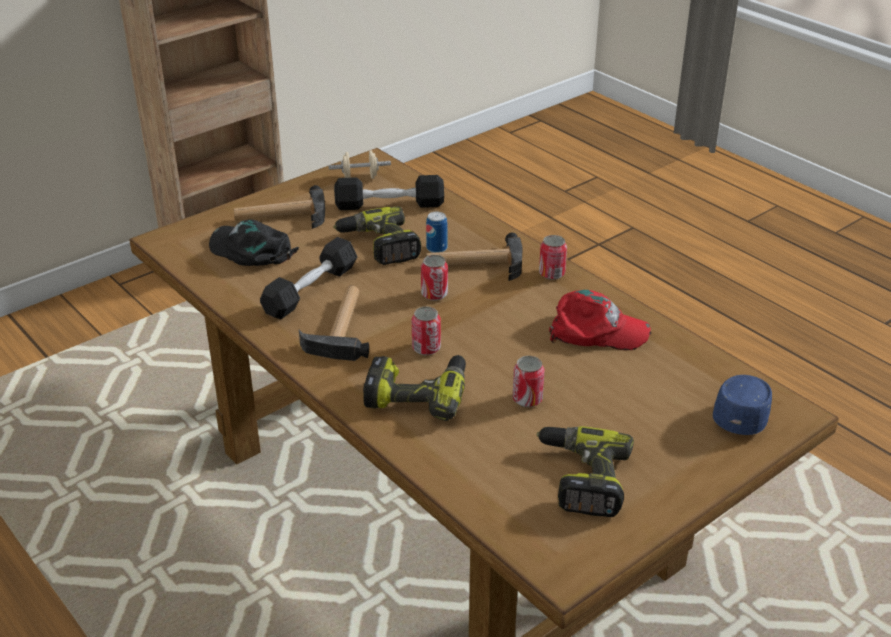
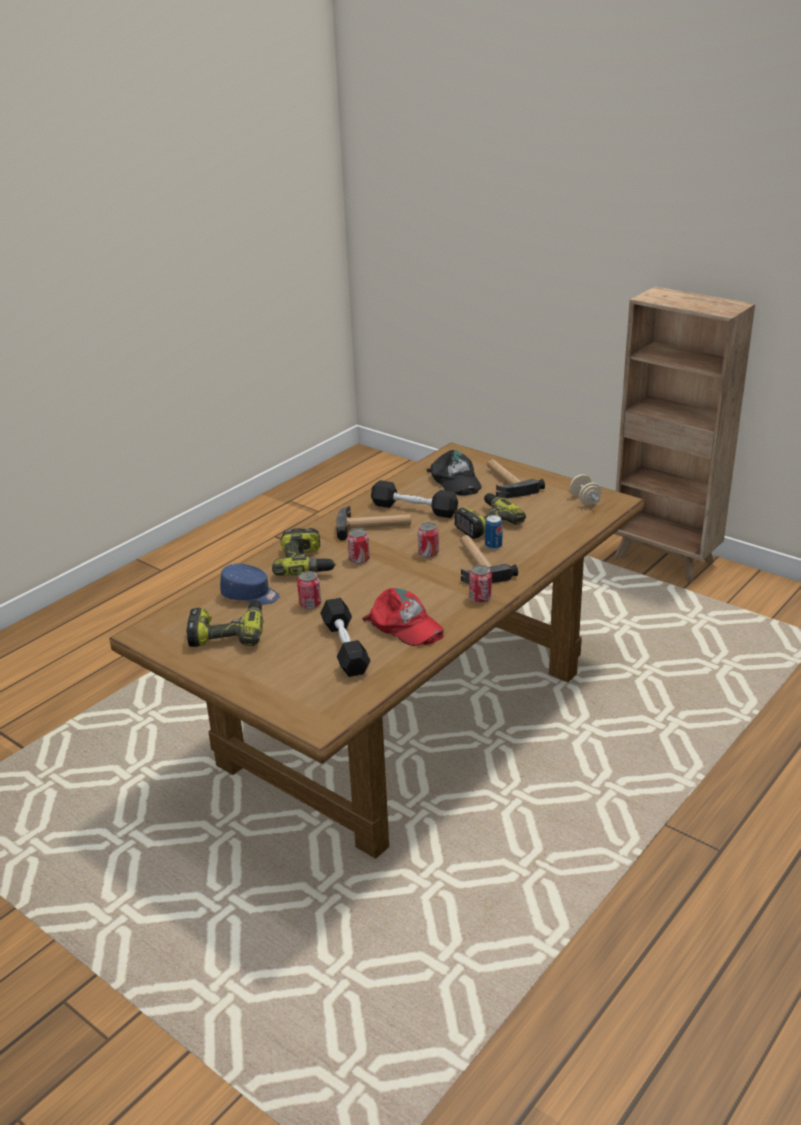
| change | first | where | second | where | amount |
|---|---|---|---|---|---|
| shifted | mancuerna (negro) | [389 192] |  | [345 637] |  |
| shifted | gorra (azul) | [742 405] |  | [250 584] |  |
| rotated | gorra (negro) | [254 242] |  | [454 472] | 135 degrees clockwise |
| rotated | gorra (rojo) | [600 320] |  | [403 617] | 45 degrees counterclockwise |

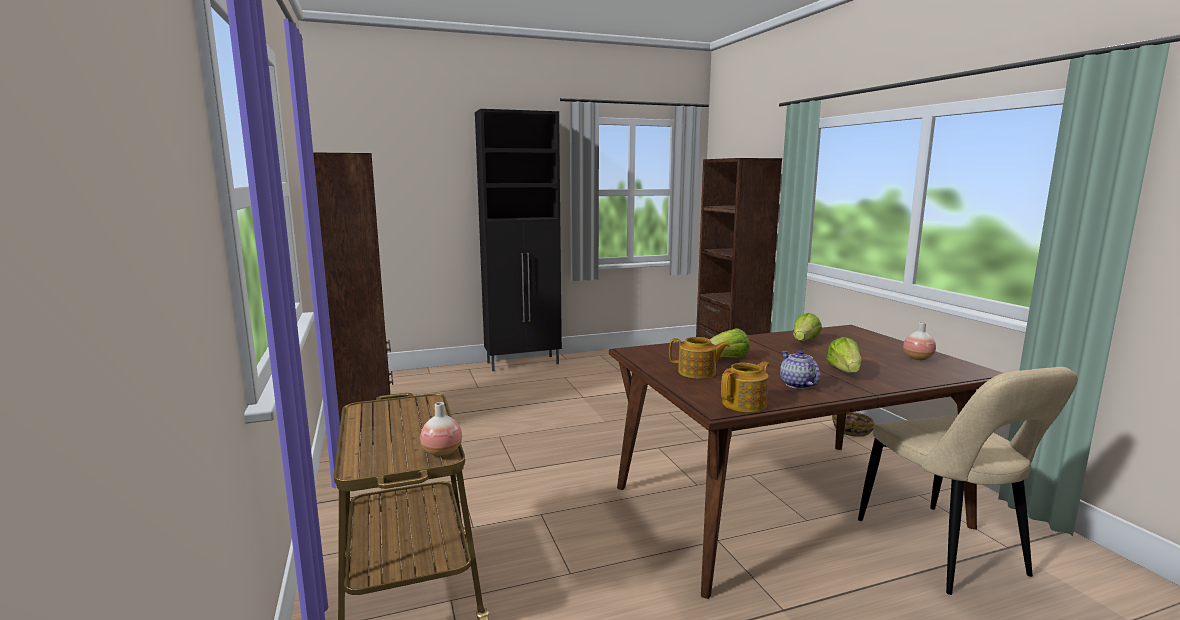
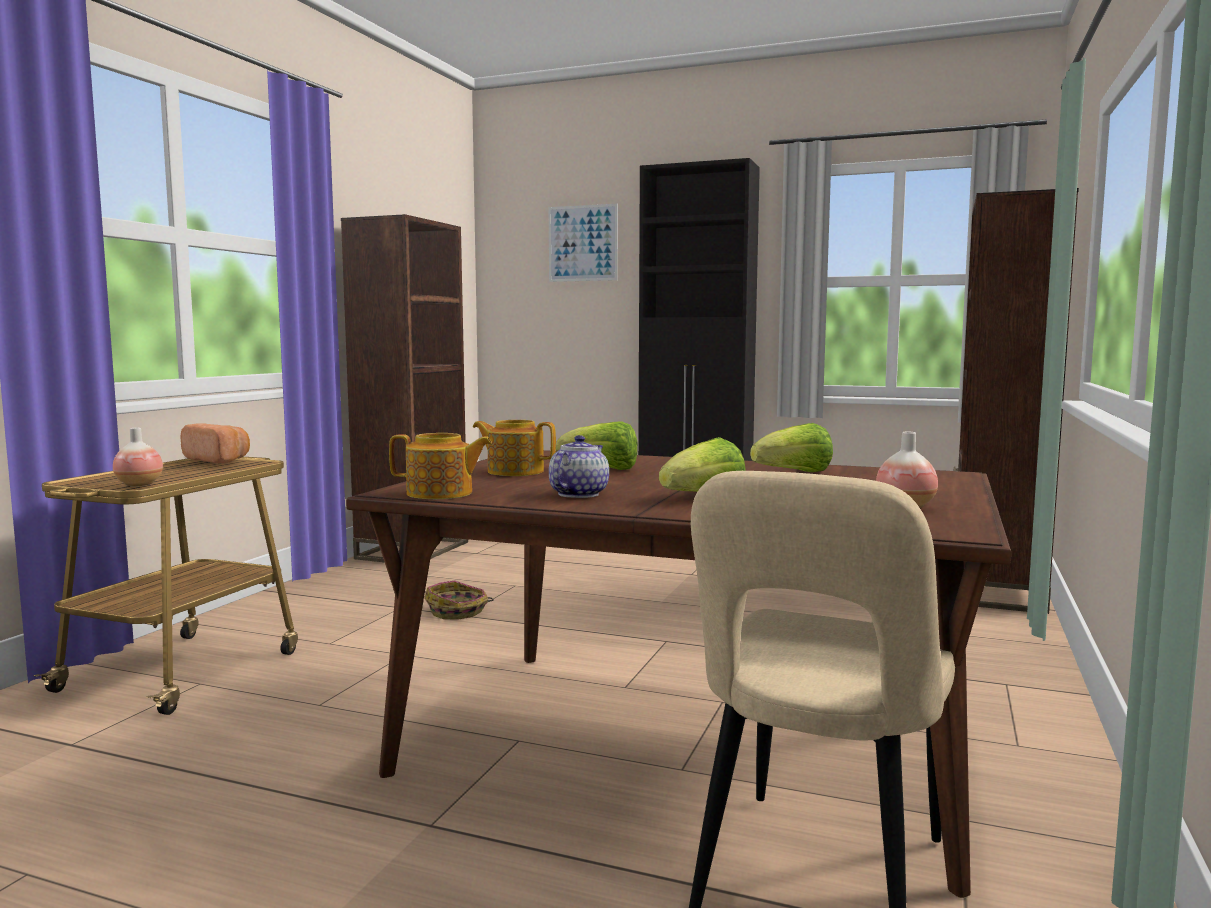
| change | first | where | second | where | amount |
|---|---|---|---|---|---|
| new |  |  | pan | [215 443] |  |
| new |  |  | cuadro | [583 243] |  |
| shifted | cesta | [853 424] |  | [459 600] |  |
| rotated | tetera | [699 358] |  | [514 448] | 150 degrees clockwise |

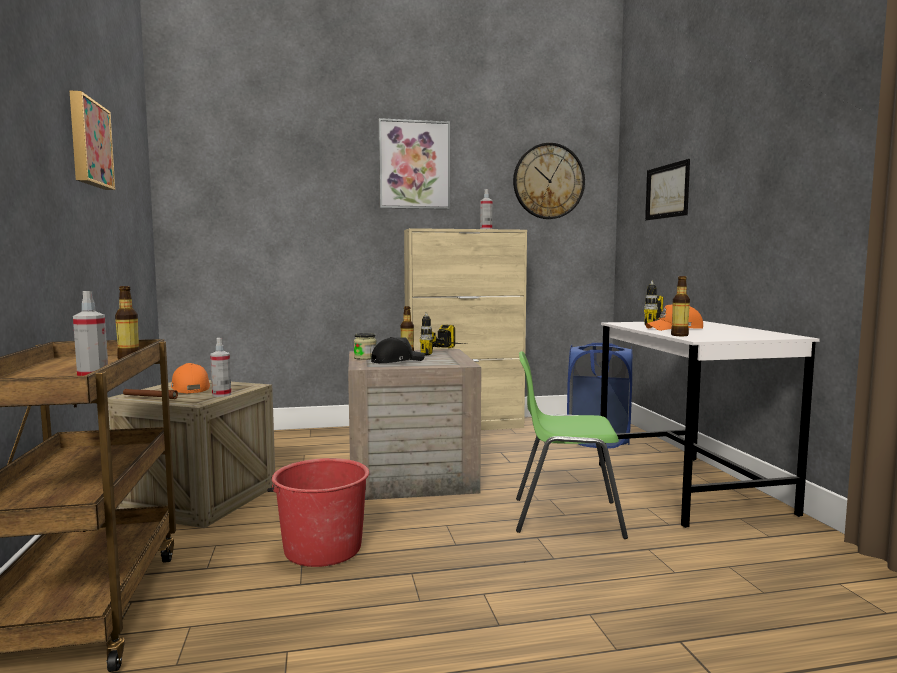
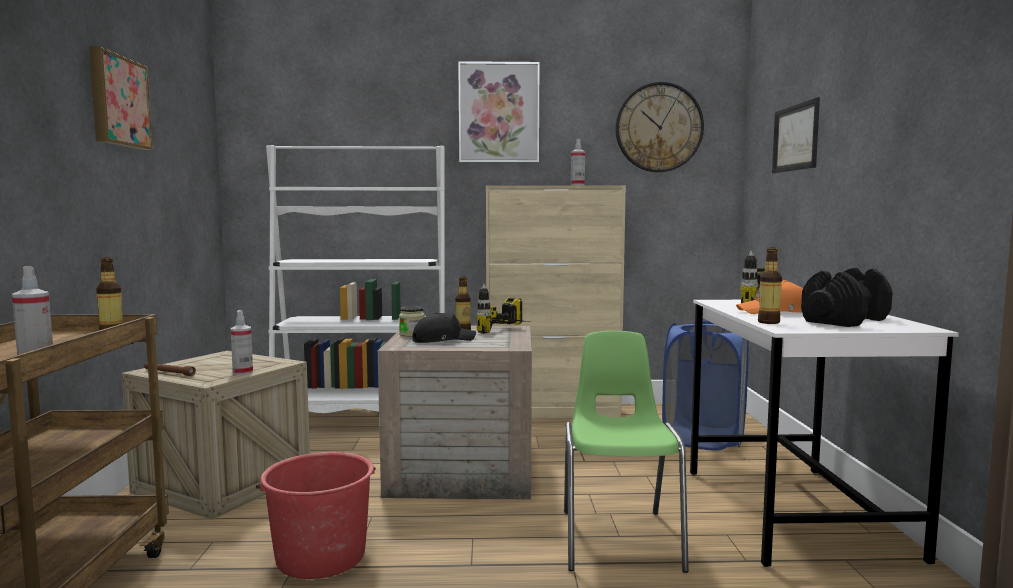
| change | first | where | second | where | amount |
|---|---|---|---|---|---|
| gone | gorra (naranja) | [190 378] |  |  |  |
| new |  |  | estantería (blanco) | [355 279] |  |
| new |  |  | mancuerna (negro) | [847 297] |  |
| rotated | silla (verde) | [572 445] |  | [626 452] | 75 degrees clockwise |

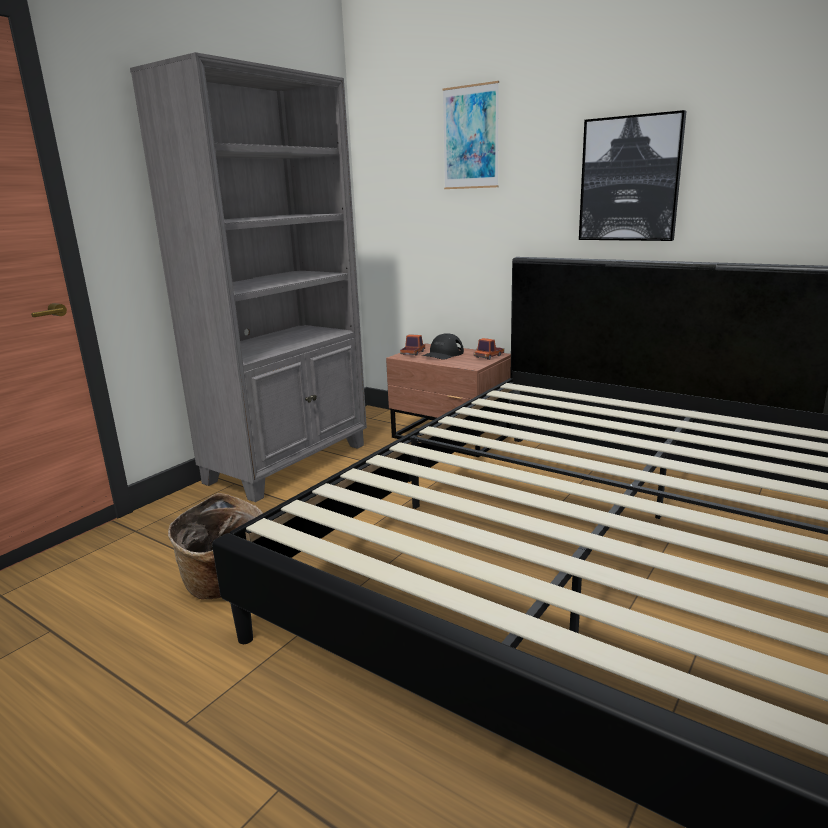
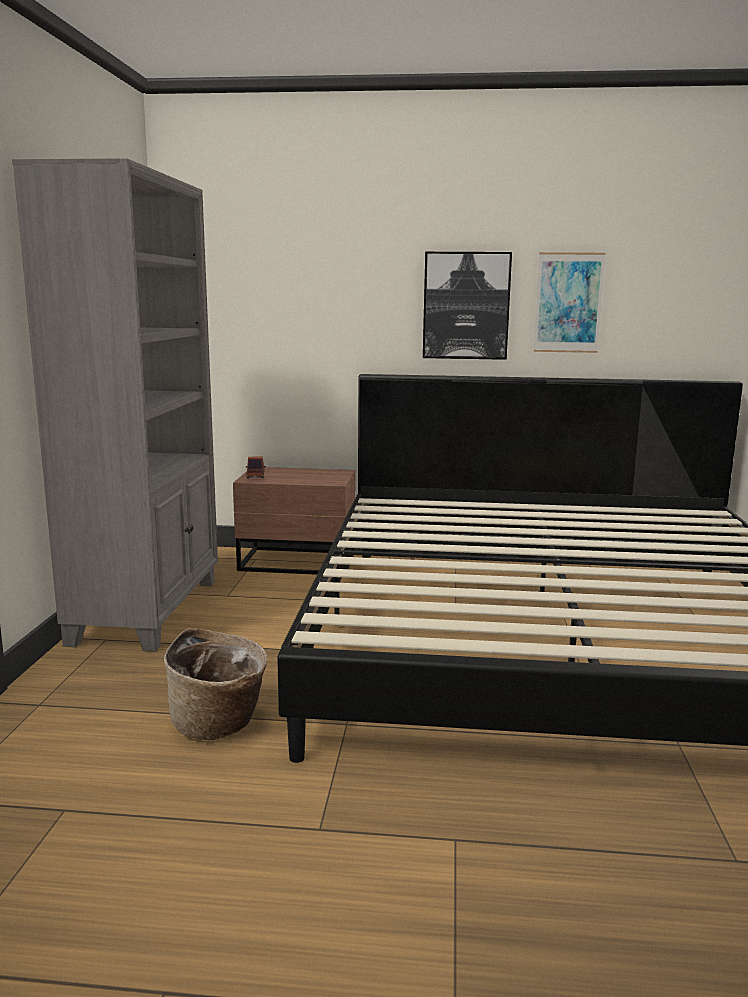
| change | first | where | second | where | amount |
|---|---|---|---|---|---|
| gone | gorra (negro) | [443 346] |  |  |  |
| gone | camión de juguete | [489 349] |  |  |  |
| shifted | cuadro | [470 135] |  | [569 302] |  |

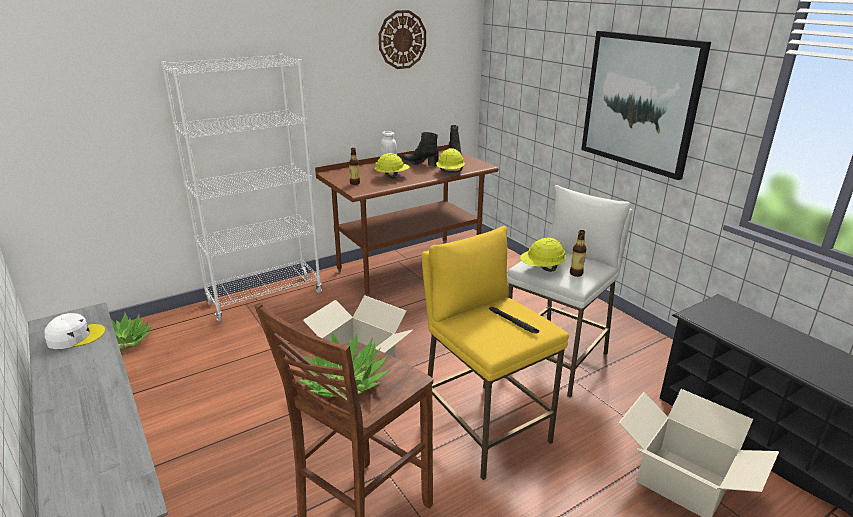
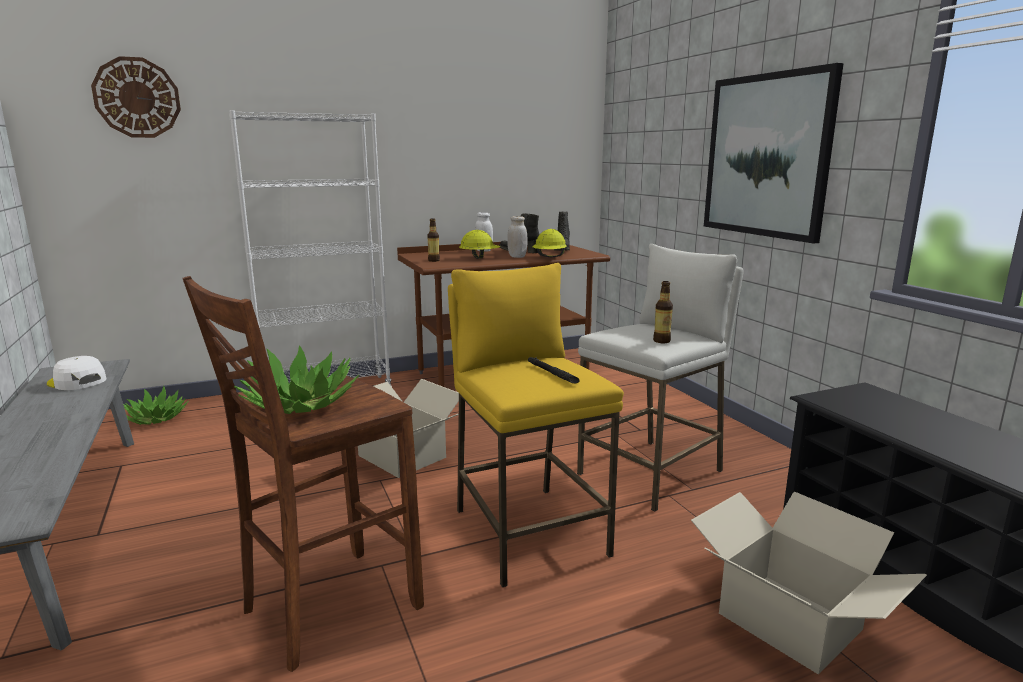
| change | first | where | second | where | amount |
|---|---|---|---|---|---|
| gone | casco (amarillo) | [543 255] |  |  |  |
| new |  |  | tarro (blanco) | [517 237] |  |
| shifted | reloj de pared | [402 39] |  | [136 97] |  |
| rotated | gorra (blanco) | [75 331] |  | [77 373] | 135 degrees counterclockwise |

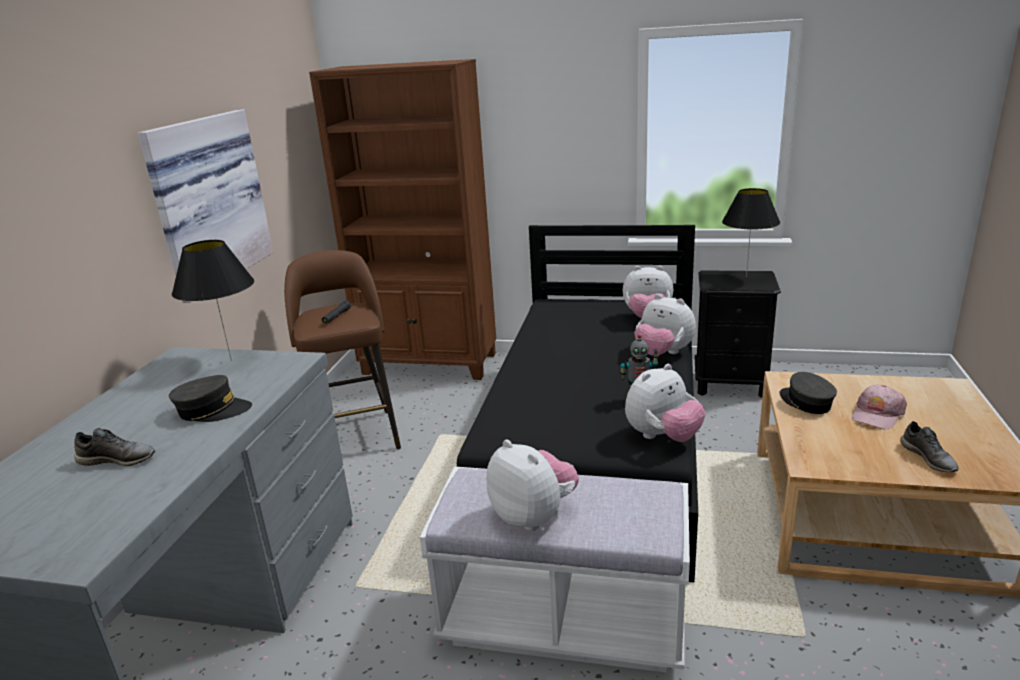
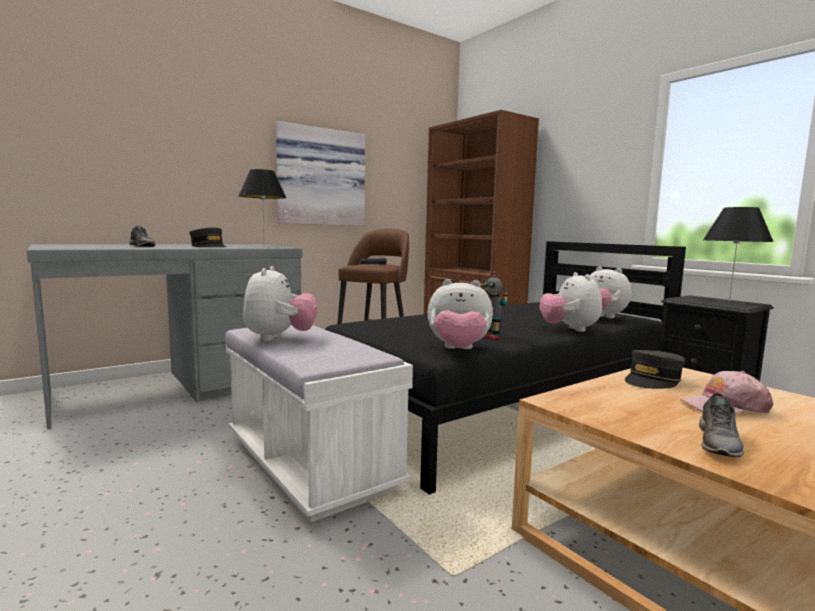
| change | first | where | second | where | amount |
|---|---|---|---|---|---|
| rotated | gorra (gris) | [808 393] |  | [655 369] | 150 degrees counterclockwise |

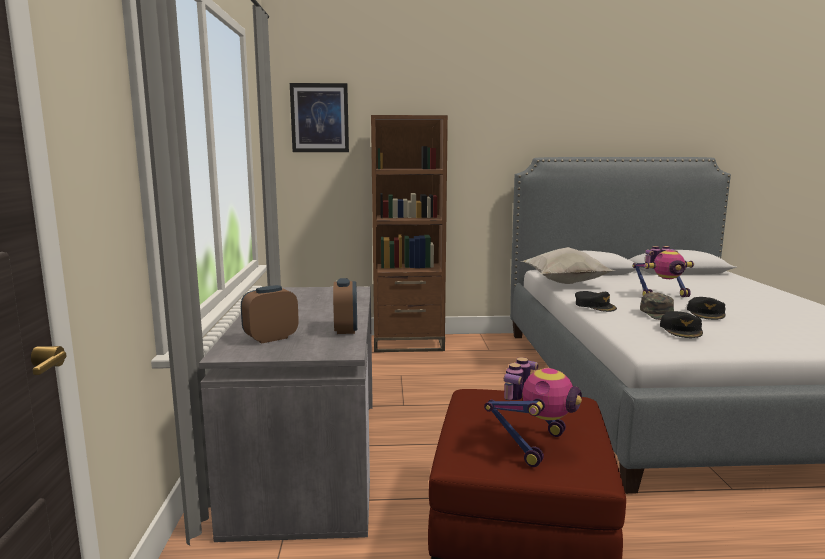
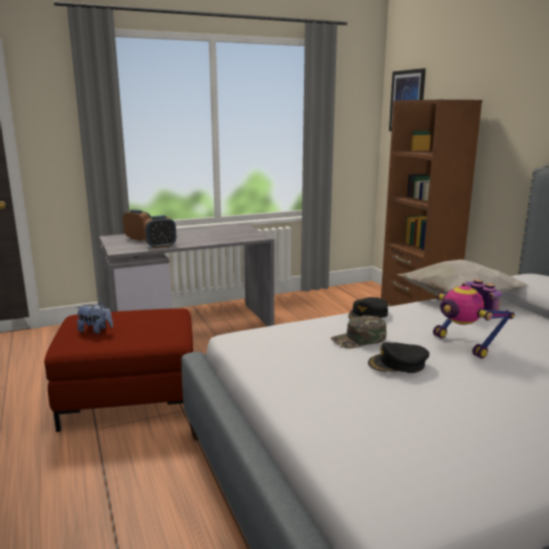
| change | first | where | second | where | amount |
|---|---|---|---|---|---|
| gone | gorra (negro) | [681 324] |  |  |  |
| swapped | robot de juguete | [533 412] | peluche | [94 318] |  |

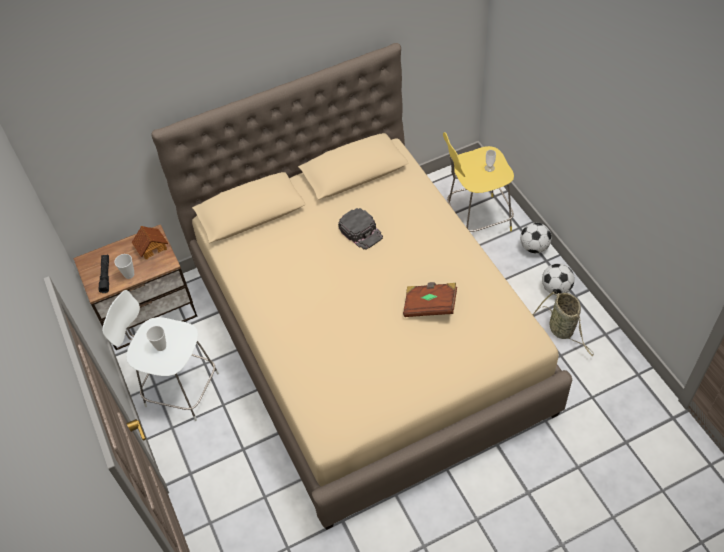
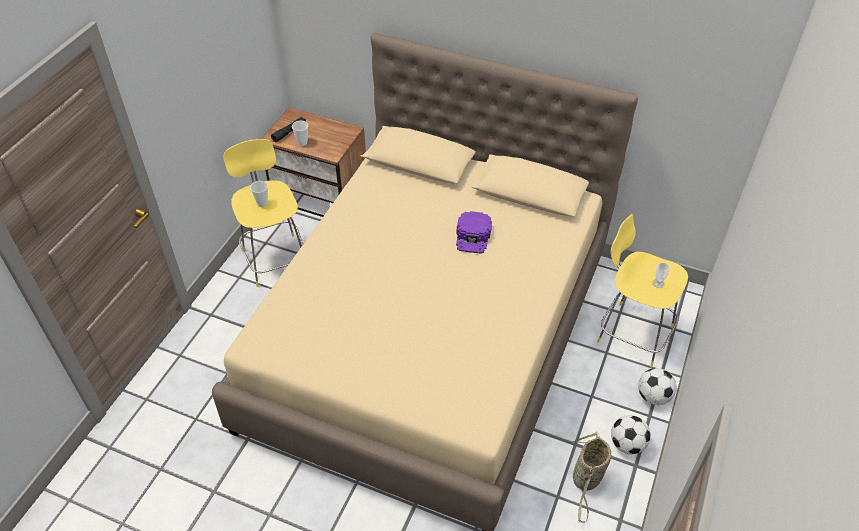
| change | first | where | second | where | amount |
|---|---|---|---|---|---|
| gone | casita | [150 243] |  |  |  |
| gone | libro (marrón) | [430 299] |  |  |  |
| repainted | taburete (blanco) | [160 355] | taburete (amarillo) | [263 213] |  |
| repainted | gorra (negro) | [360 229] | gorra (morado) | [474 232] |  |

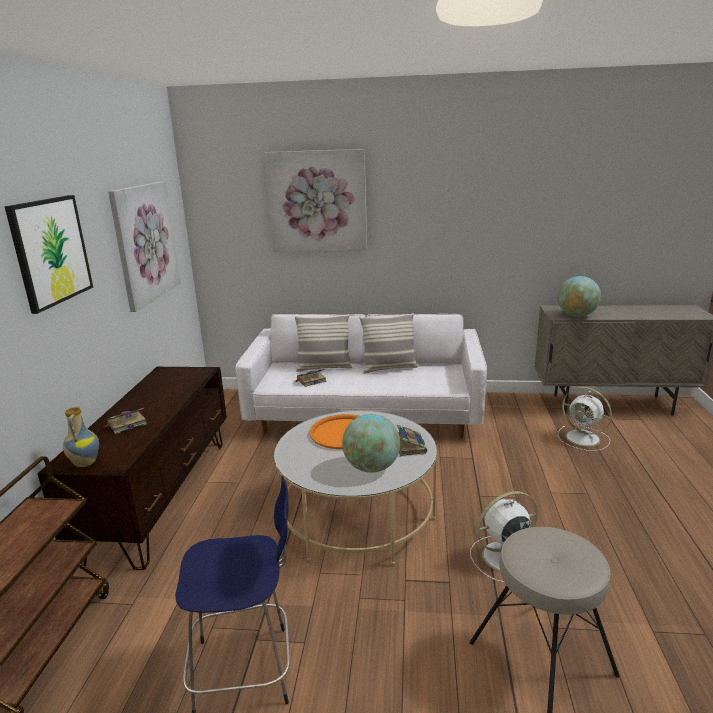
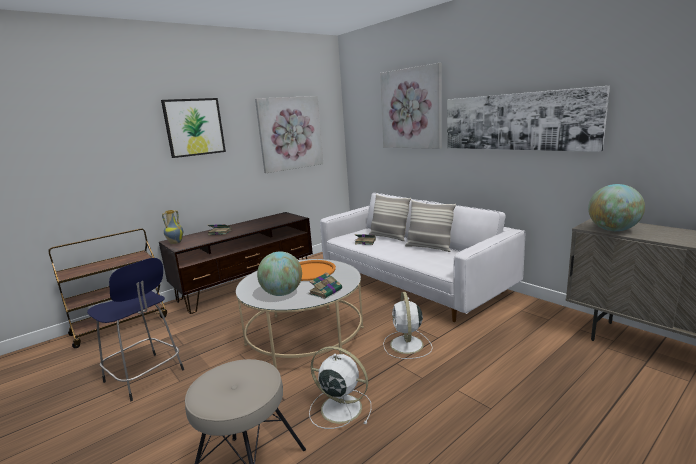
| change | first | where | second | where | amount |
|---|---|---|---|---|---|
| new |  |  | cuadro | [528 119] |  |
| shifted | ventilador (blanco) | [585 419] |  | [408 325] |  |

